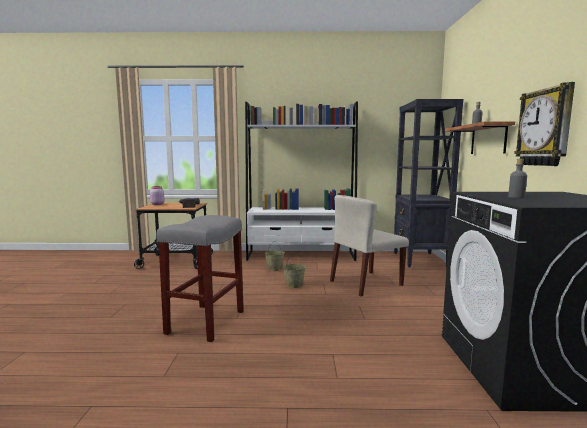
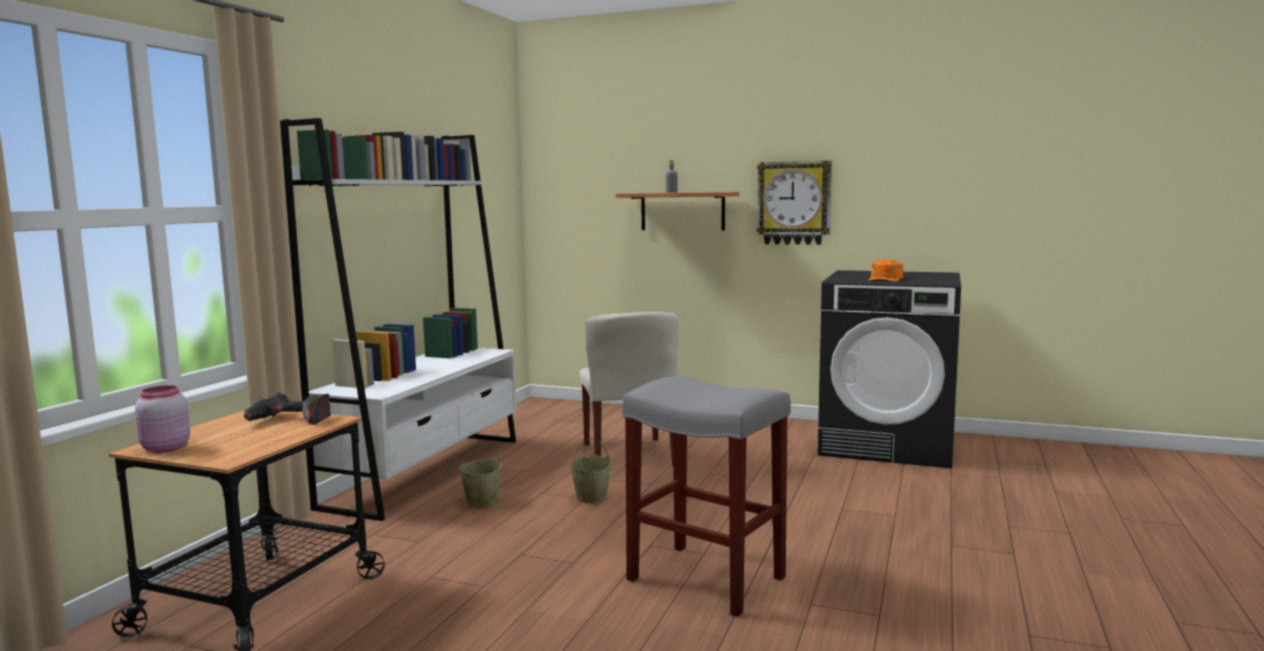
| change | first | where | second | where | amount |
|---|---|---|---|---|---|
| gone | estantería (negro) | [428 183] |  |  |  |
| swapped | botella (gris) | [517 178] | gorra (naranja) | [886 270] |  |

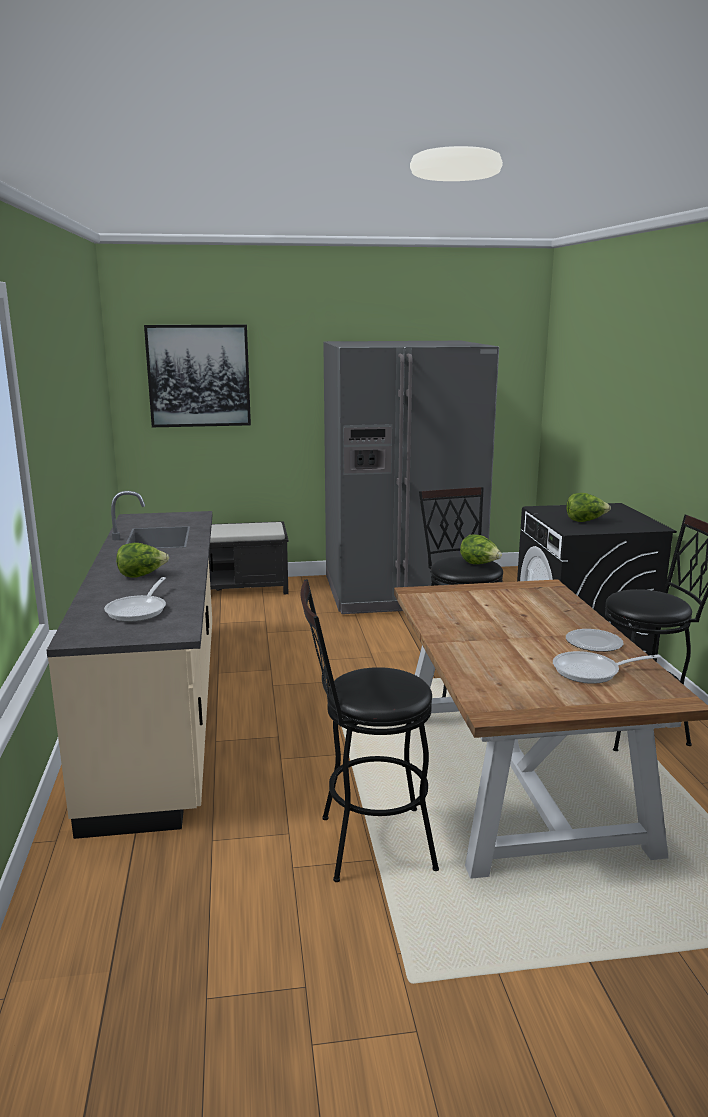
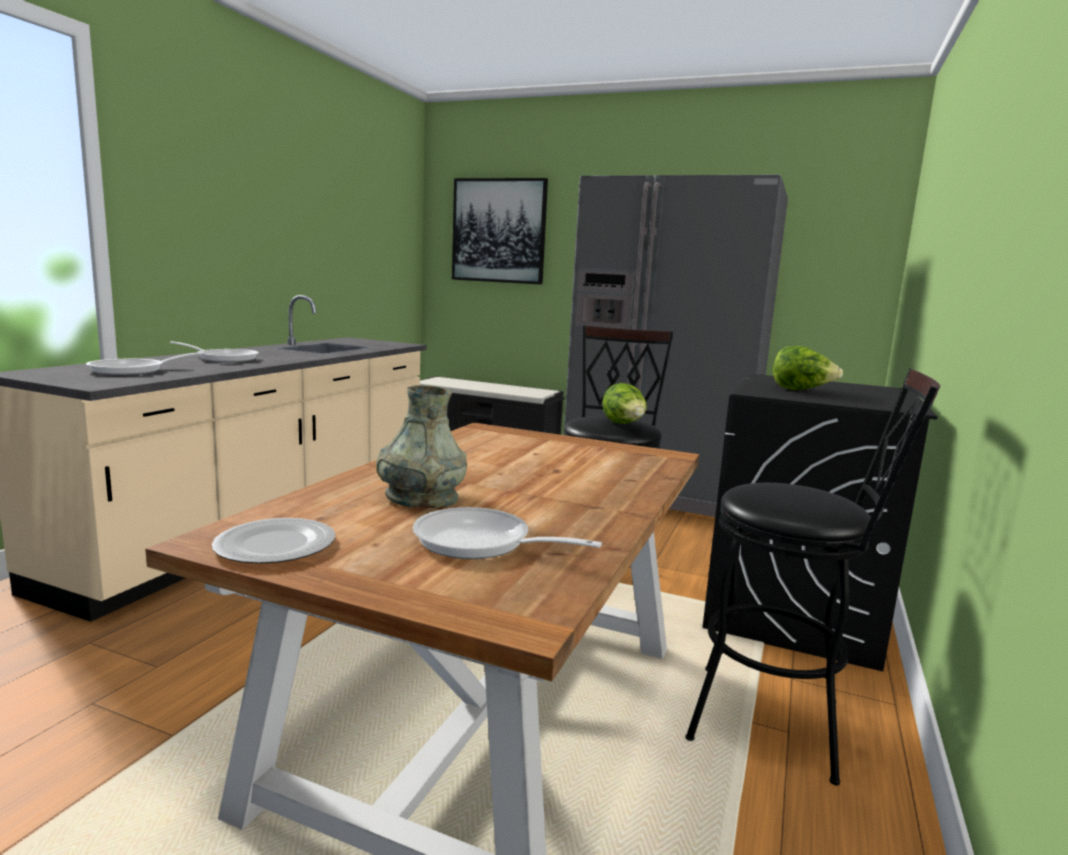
| change | first | where | second | where | amount |
|---|---|---|---|---|---|
| gone | taburete (negro) | [370 730] |  |  |  |
| new |  |  | florero (gris) | [421 446] |  |
| shifted | plato | [595 640] |  | [273 541] |  |
| swapped | lechuga | [142 560] | sartén | [214 351] |  |

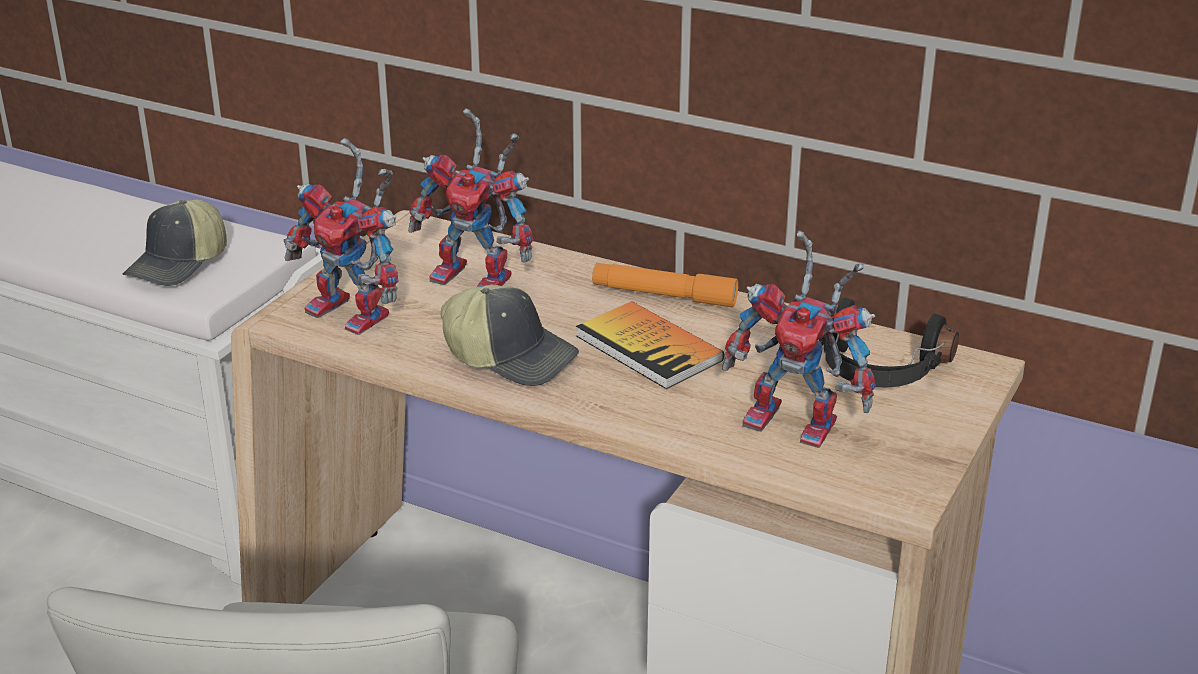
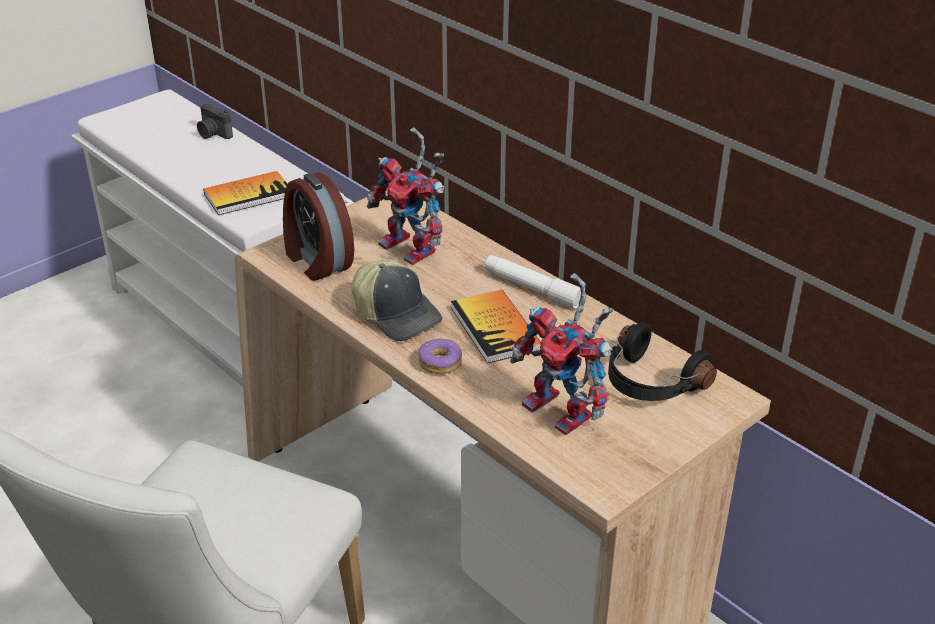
| change | first | where | second | where | amount |
|---|---|---|---|---|---|
| new |  |  | cámara | [215 121] |  |
| new |  |  | rosquilla | [440 356] |  |
| swapped | gorra | [175 242] | libro | [245 193] |  |
| swapped | robot de juguete | [341 236] | despertador | [318 226] |  |
| repainted | linterna (naranja) | [665 285] | linterna (blanco) | [533 282] |  |

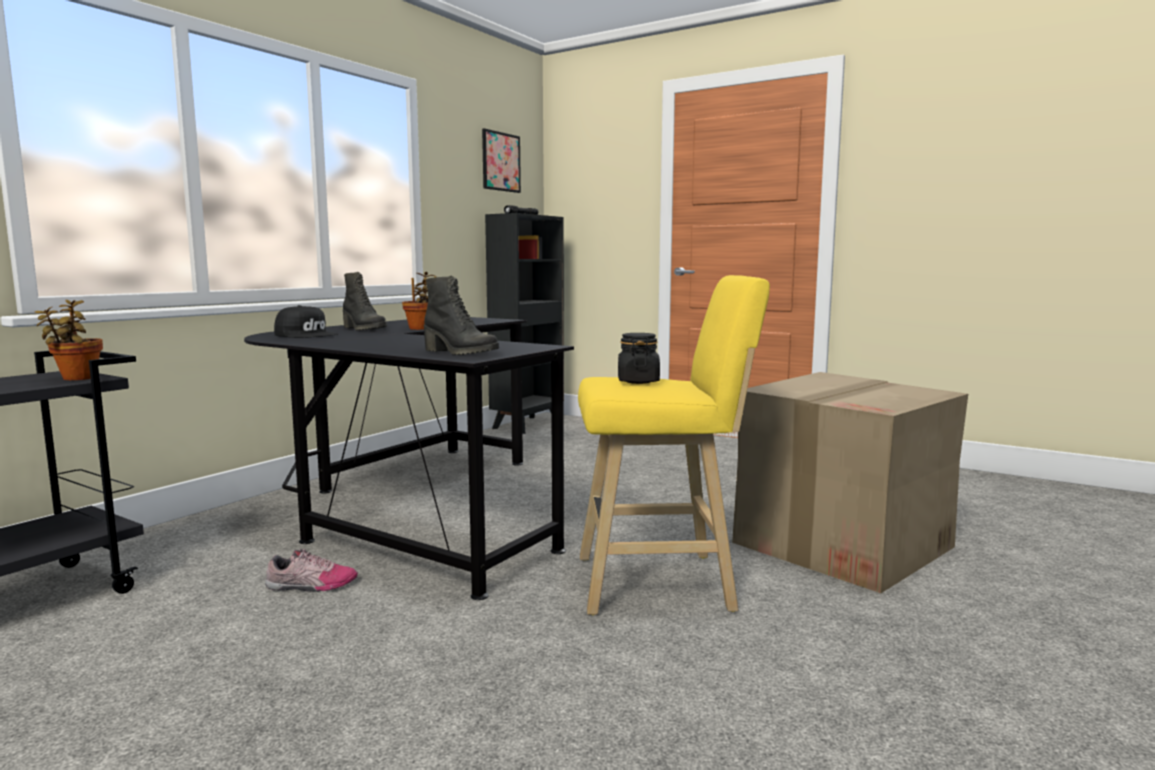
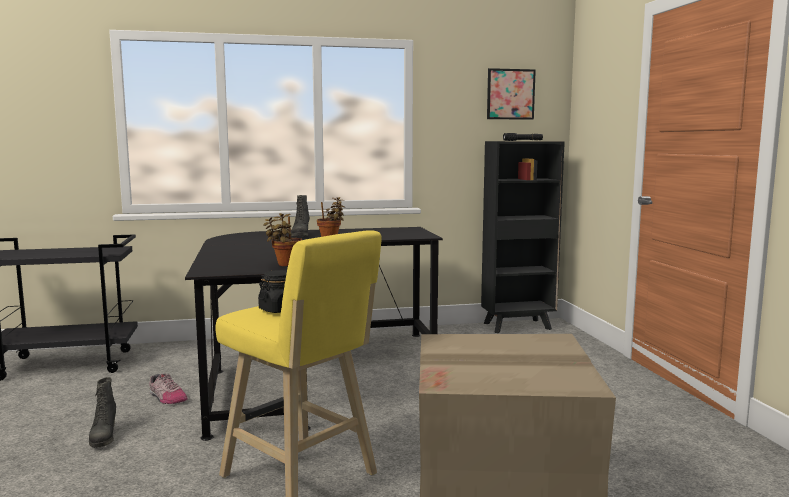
| change | first | where | second | where | amount |
|---|---|---|---|---|---|
| gone | gorra (negro) | [306 321] |  |  |  |
| shifted | planta en maceta | [69 340] |  | [282 239] |  |
| shifted | bota (negro) | [461 315] |  | [102 412] |  |

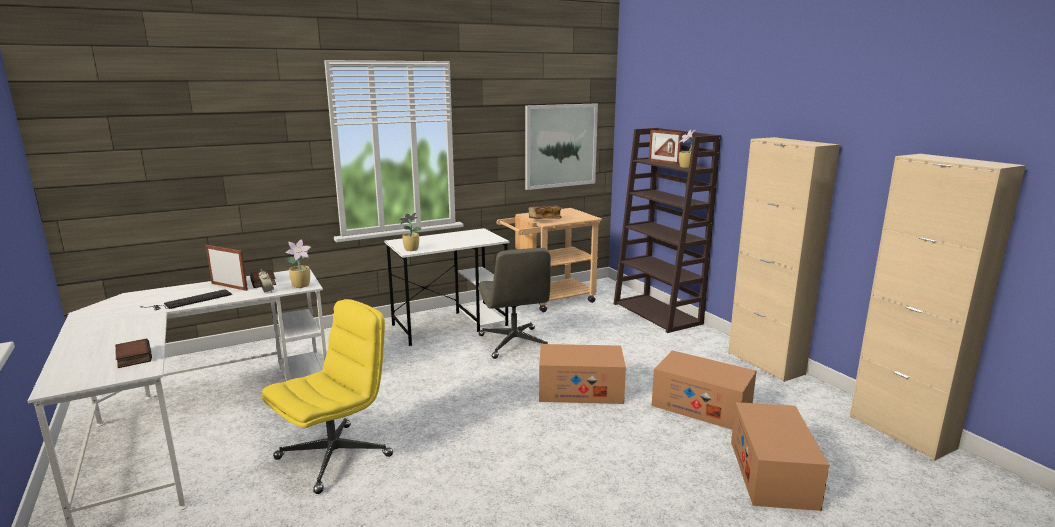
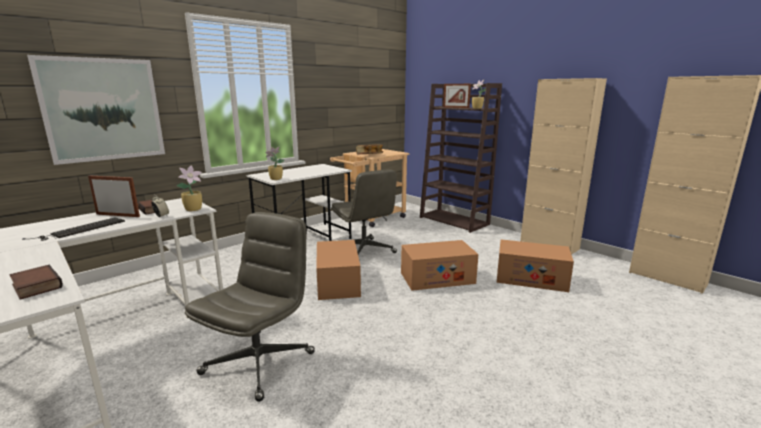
| change | first | where | second | where | amount |
|---|---|---|---|---|---|
| shifted | cuadro | [561 147] |  | [96 110] |  |
| shifted | caja de cartón | [780 456] |  | [338 270] |  |
| repainted | silla de oficina (amarillo) | [327 396] | silla de oficina (gris) | [250 307] |  |

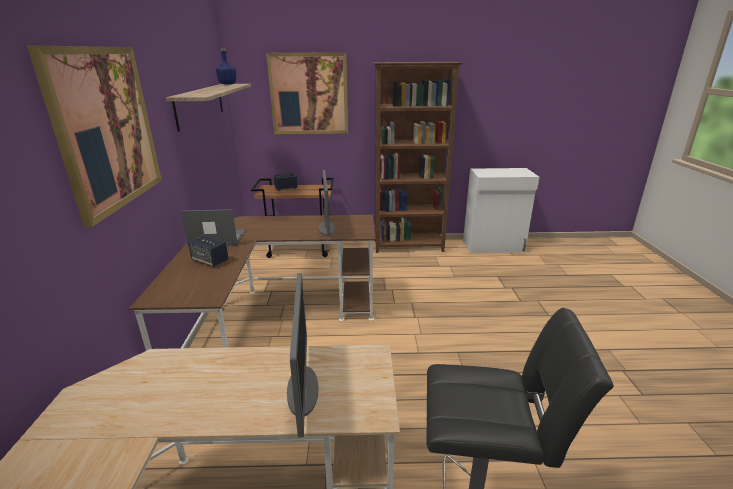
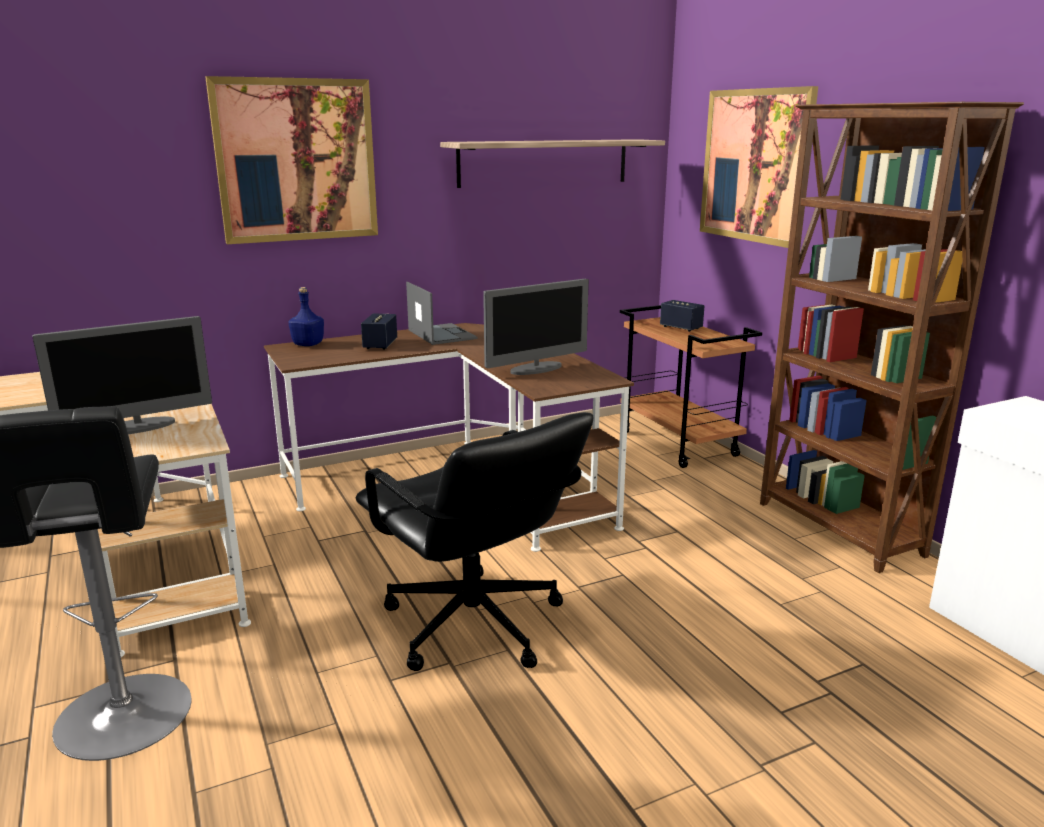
| change | first | where | second | where | amount |
|---|---|---|---|---|---|
| new |  |  | silla de oficina (negro) | [474 541] |  |
| shifted | botella (azul) | [226 66] |  | [306 316] |  |

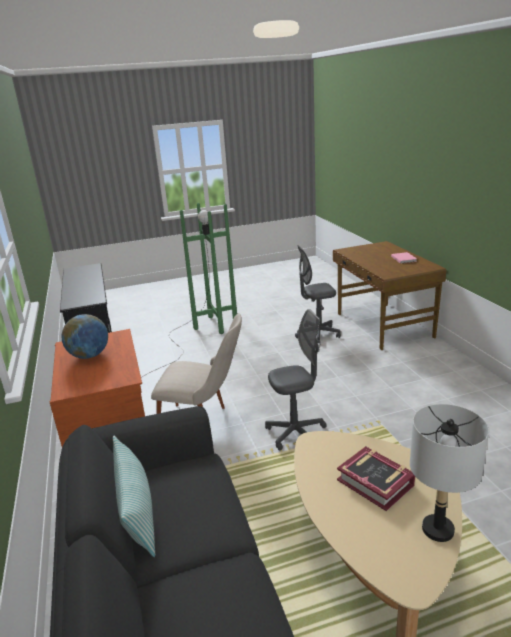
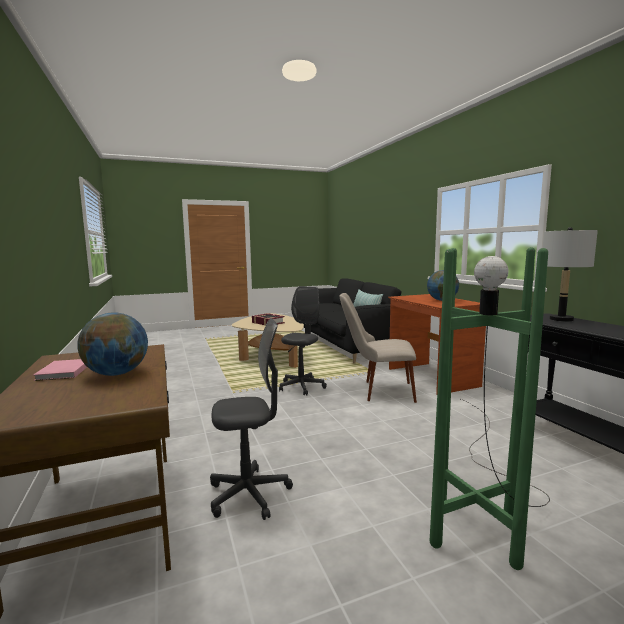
| change | first | where | second | where | amount |
|---|---|---|---|---|---|
| new |  |  | globo terráqueo | [112 344] |  |
| shifted | lámpara de mesa (gris) | [449 473] |  | [570 274] |  |
| rotated | silla de oficina (gris) | [296 380] |  | [303 341] | 135 degrees clockwise |

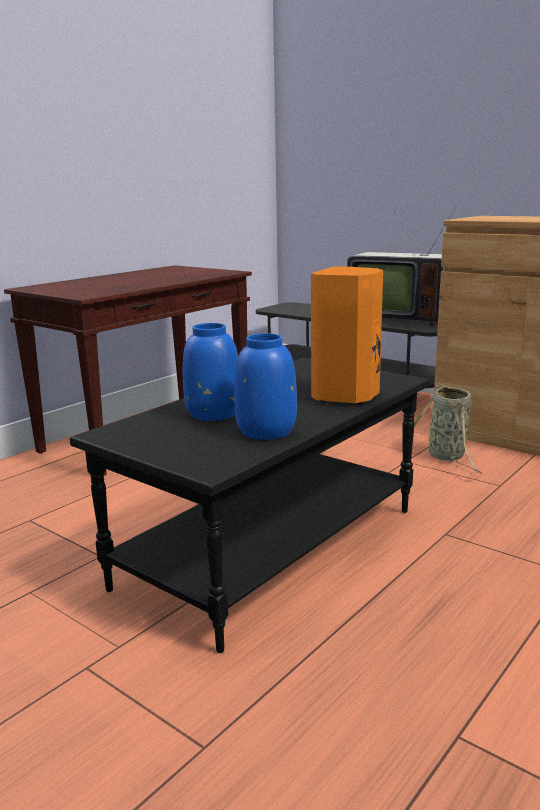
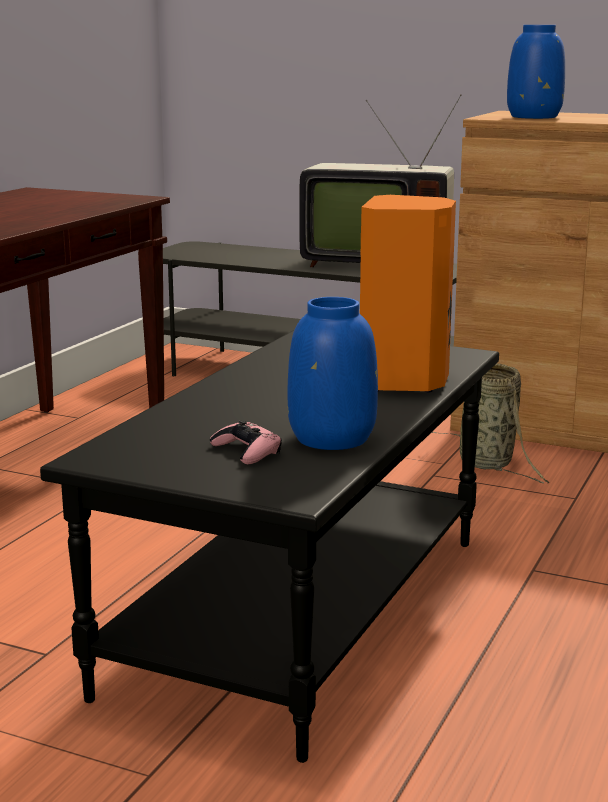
| change | first | where | second | where | amount |
|---|---|---|---|---|---|
| new |  |  | mando de consola (rosa) | [246 442] |  |
| shifted | florero (azul) | [210 372] |  | [536 72] |  |

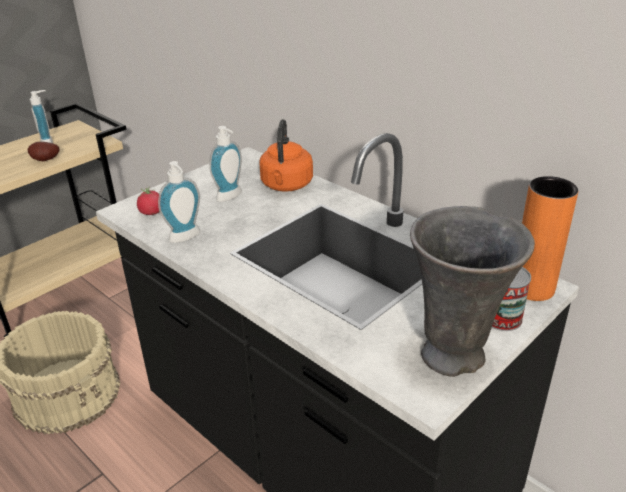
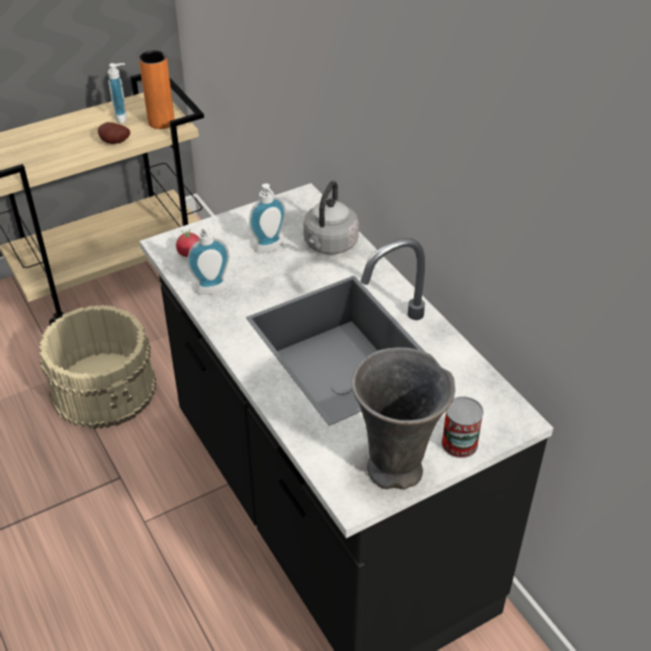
| change | first | where | second | where | amount |
|---|---|---|---|---|---|
| shifted | florero (naranja) | [550 238] |  | [157 89] |  |
| repainted | hervidor (naranja) | [286 155] | hervidor (gris) | [331 218] |  |

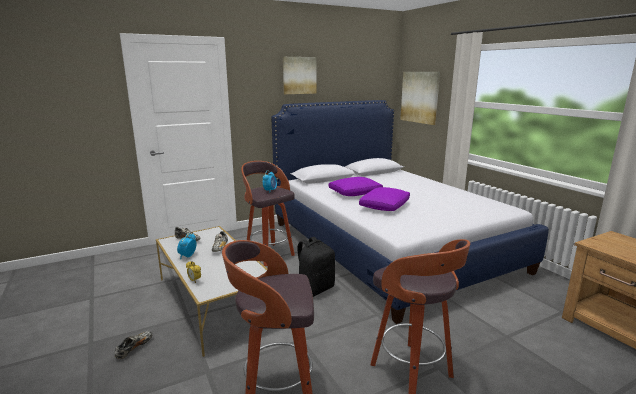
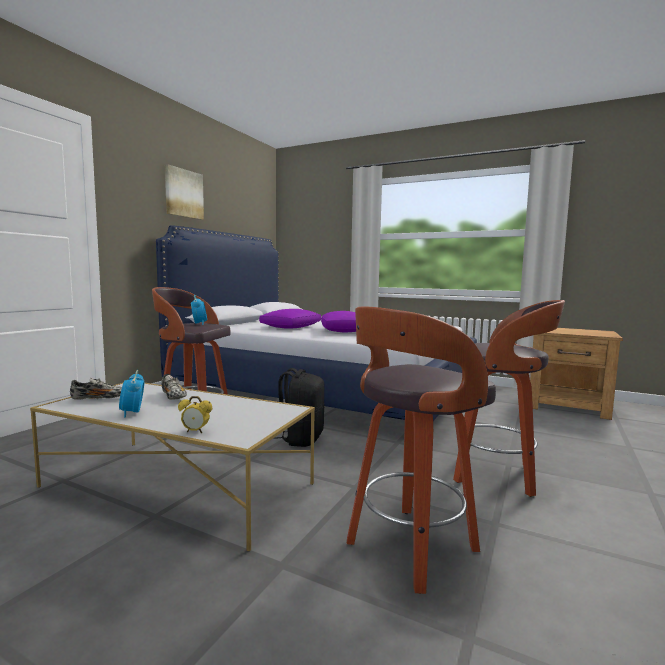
| change | first | where | second | where | amount |
|---|---|---|---|---|---|
| gone | zapato | [133 345] |  |  |  |
| gone | cuadro | [420 98] |  |  |  |

